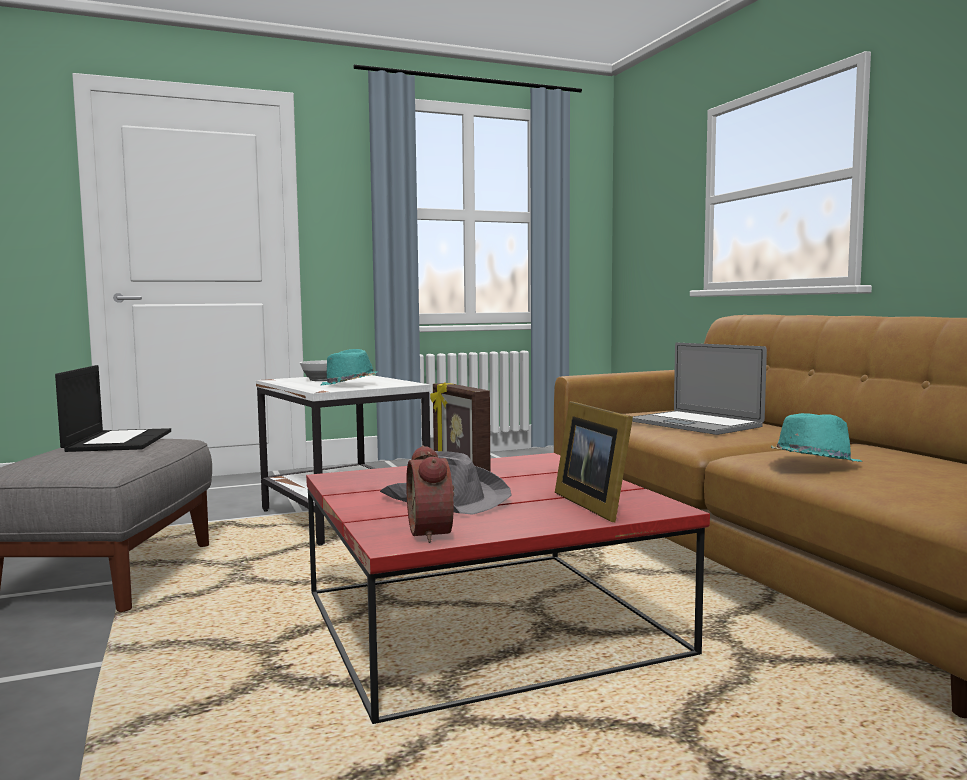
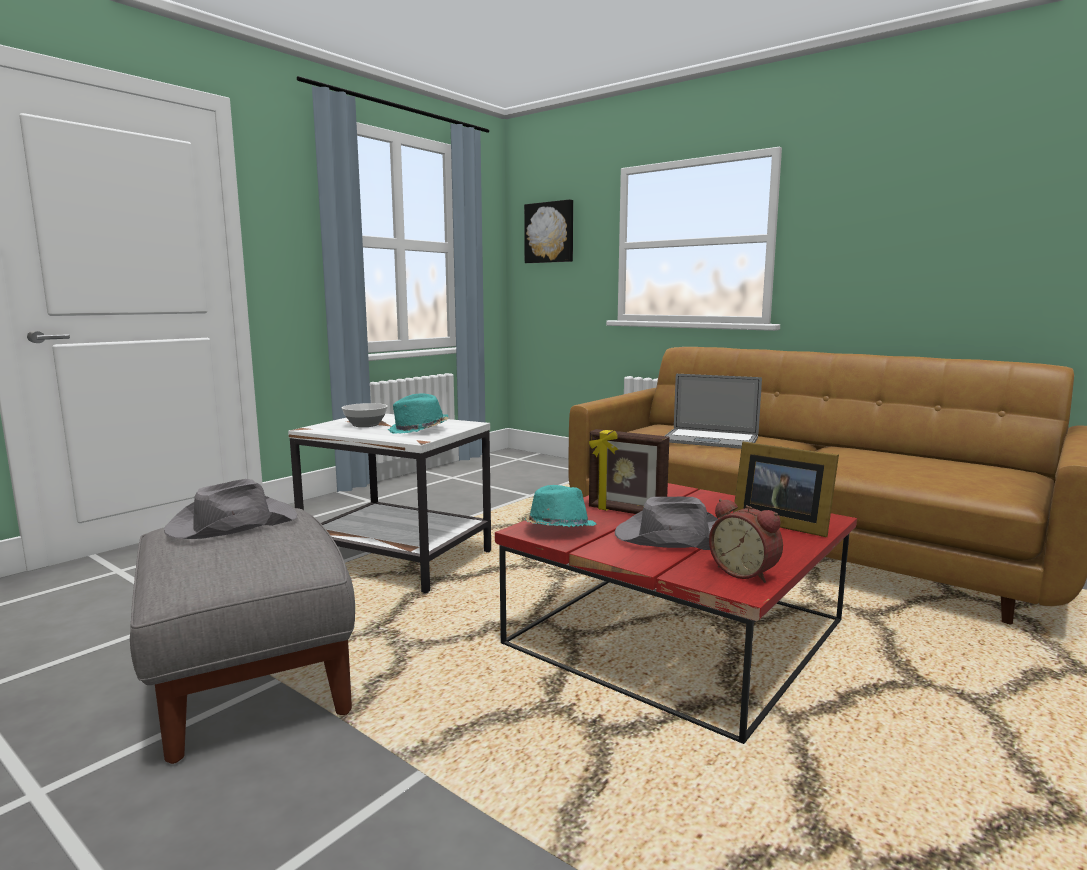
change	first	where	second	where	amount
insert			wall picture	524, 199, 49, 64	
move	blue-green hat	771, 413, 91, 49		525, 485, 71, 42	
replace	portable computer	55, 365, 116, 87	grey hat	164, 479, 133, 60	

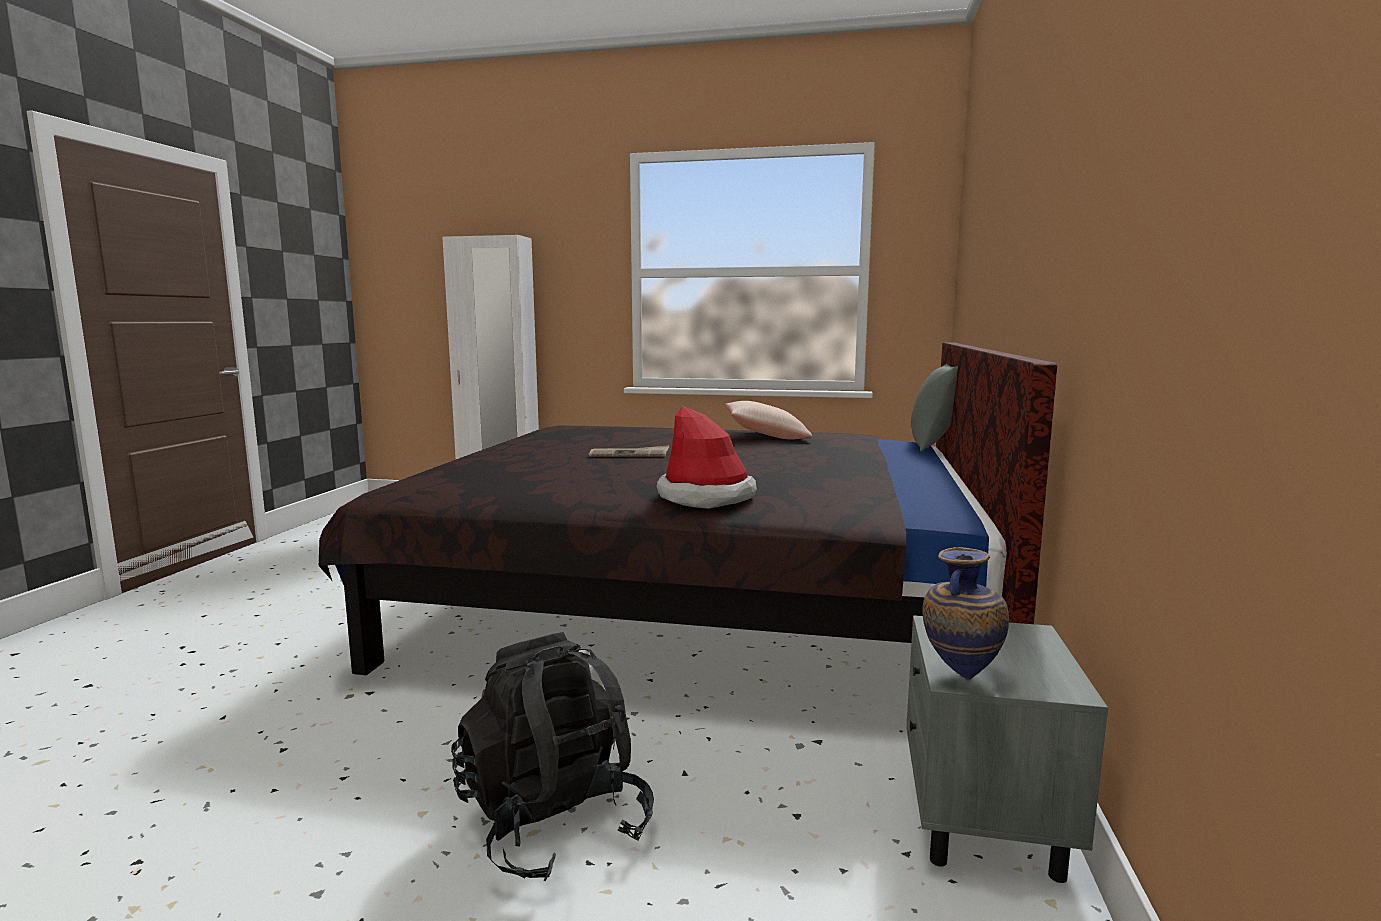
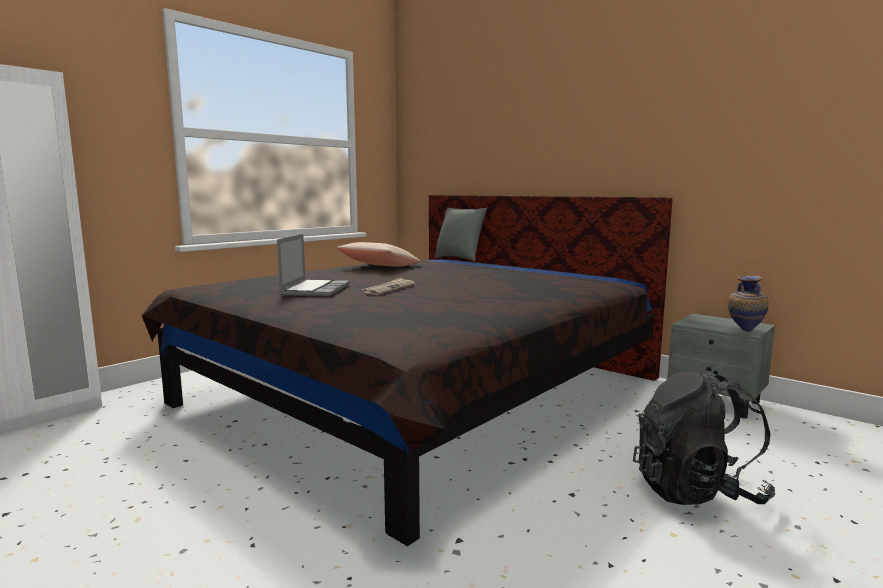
change	first	where	second	where	amount
delete	hat	656, 406, 101, 103			
insert			portable computer	277, 234, 73, 63	

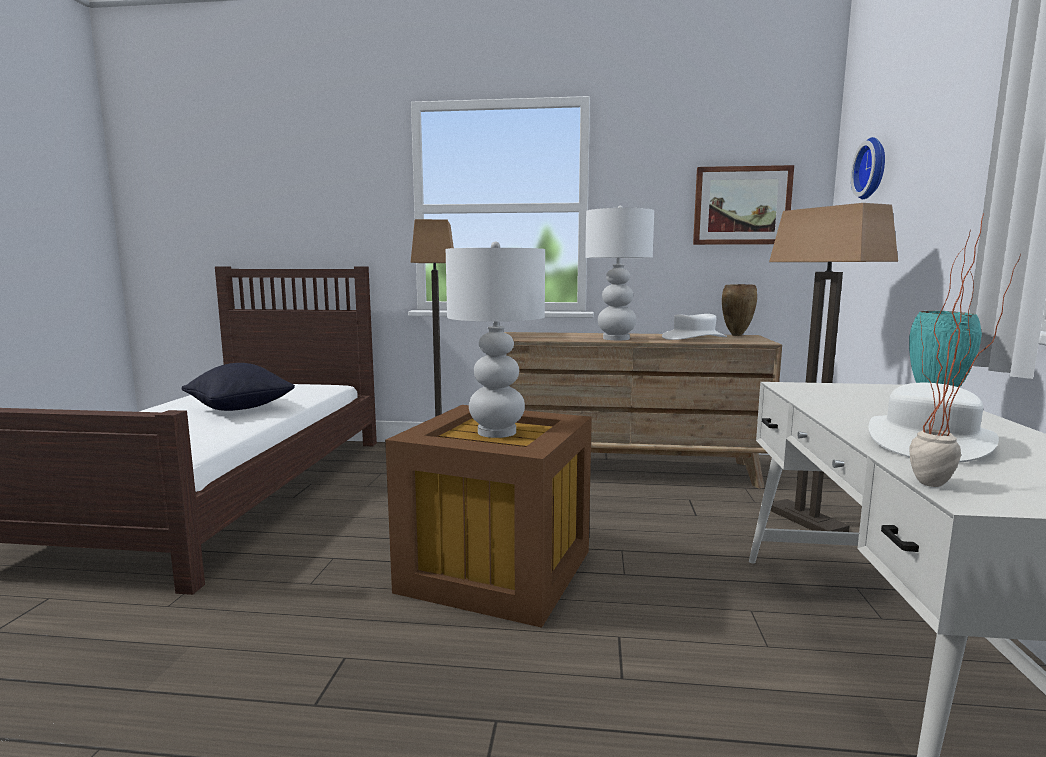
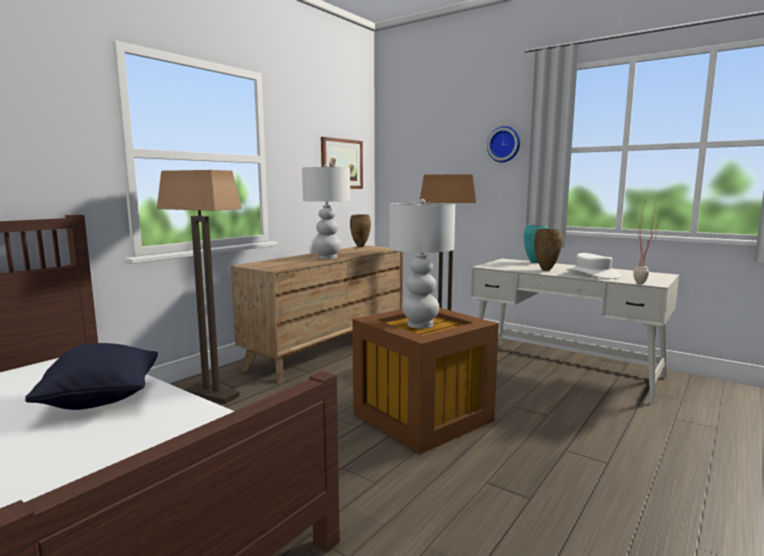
change	first	where	second	where	amount
delete	whitish hat	662, 314, 65, 26			
insert			brown-coloured vase	534, 228, 29, 43	
move	hanging clock	851, 137, 34, 62		487, 126, 33, 36	

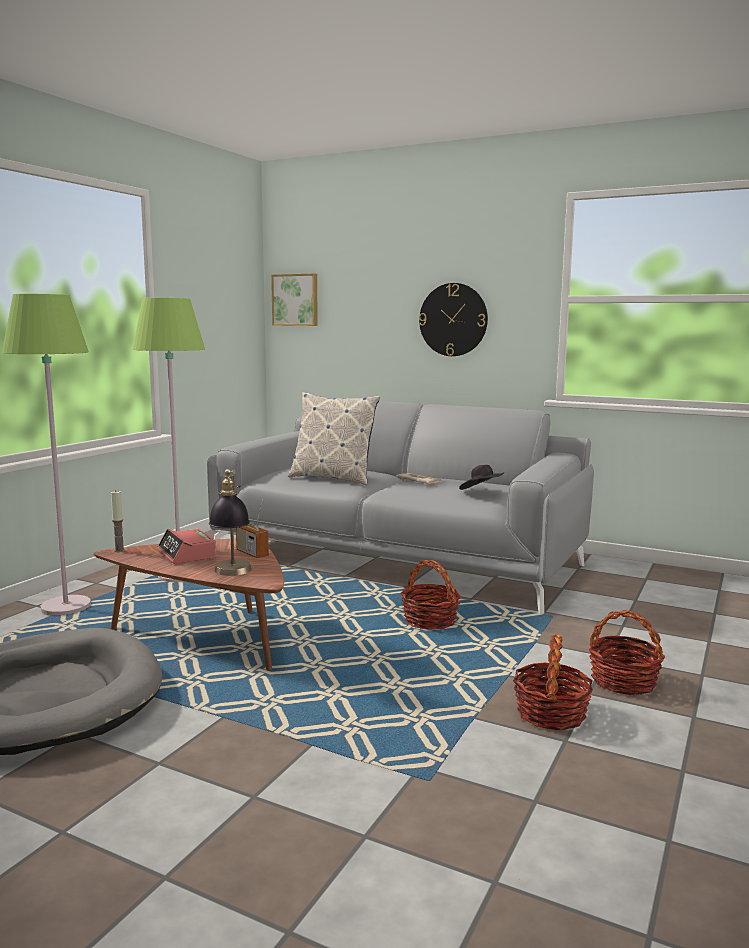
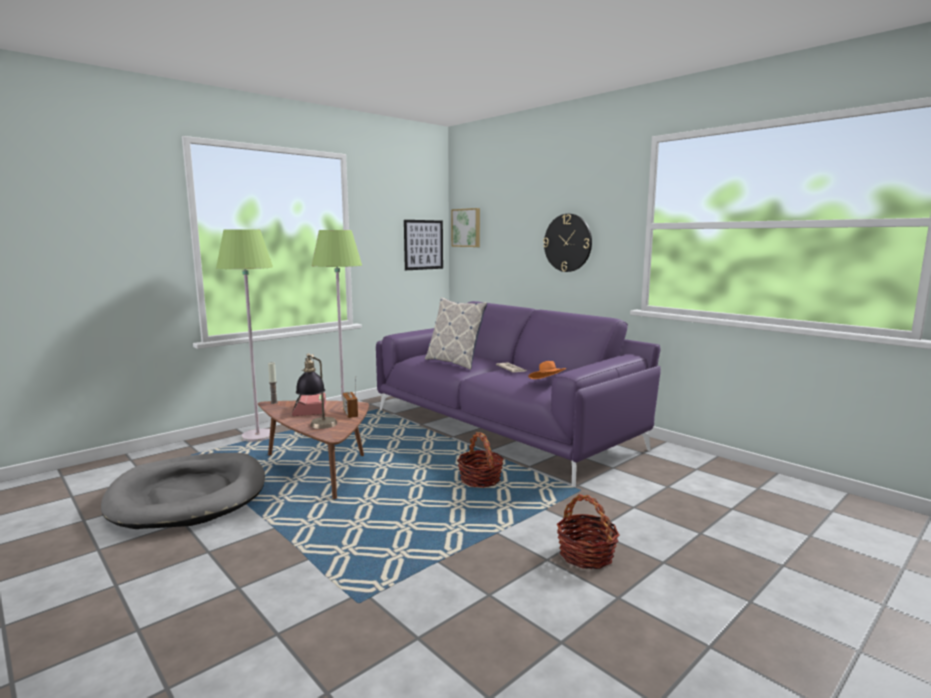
change	first	where	second	where	amount
delete	household basket	513, 634, 80, 96			
insert			wall picture	404, 220, 39, 50	
recolor	grey sofa	207, 398, 387, 216	purplish sofa	376, 301, 285, 186	
recolor	blackish hat	459, 465, 45, 25	orange-coloured hat	528, 361, 38, 18	

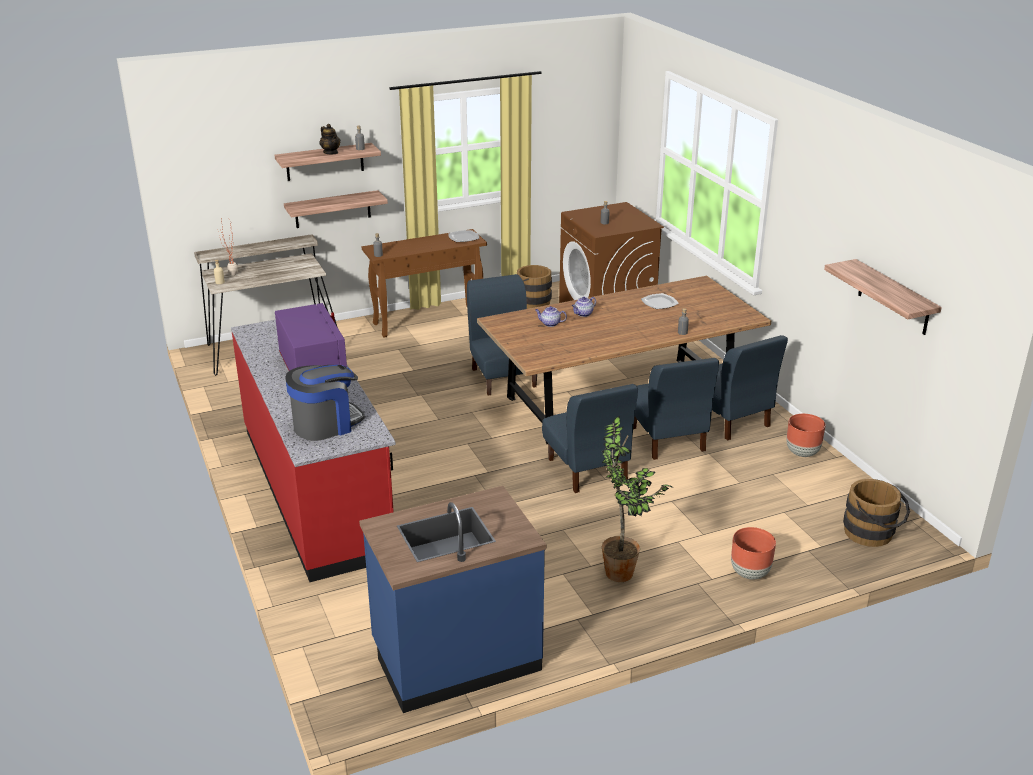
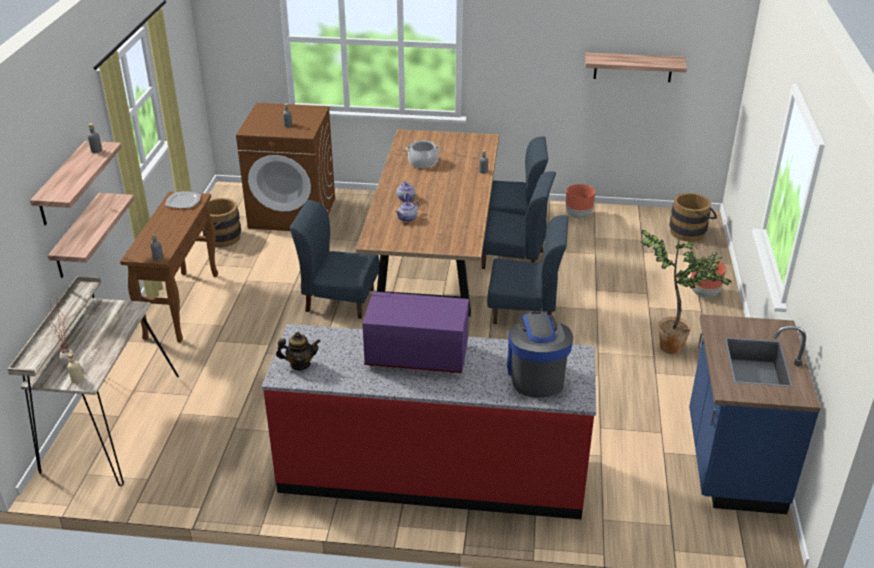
change	first	where	second	where	amount
move	teapot	319, 124, 22, 30		276, 332, 45, 38	
replace	flat dish	641, 293, 38, 16	cooking pot	406, 140, 34, 28	

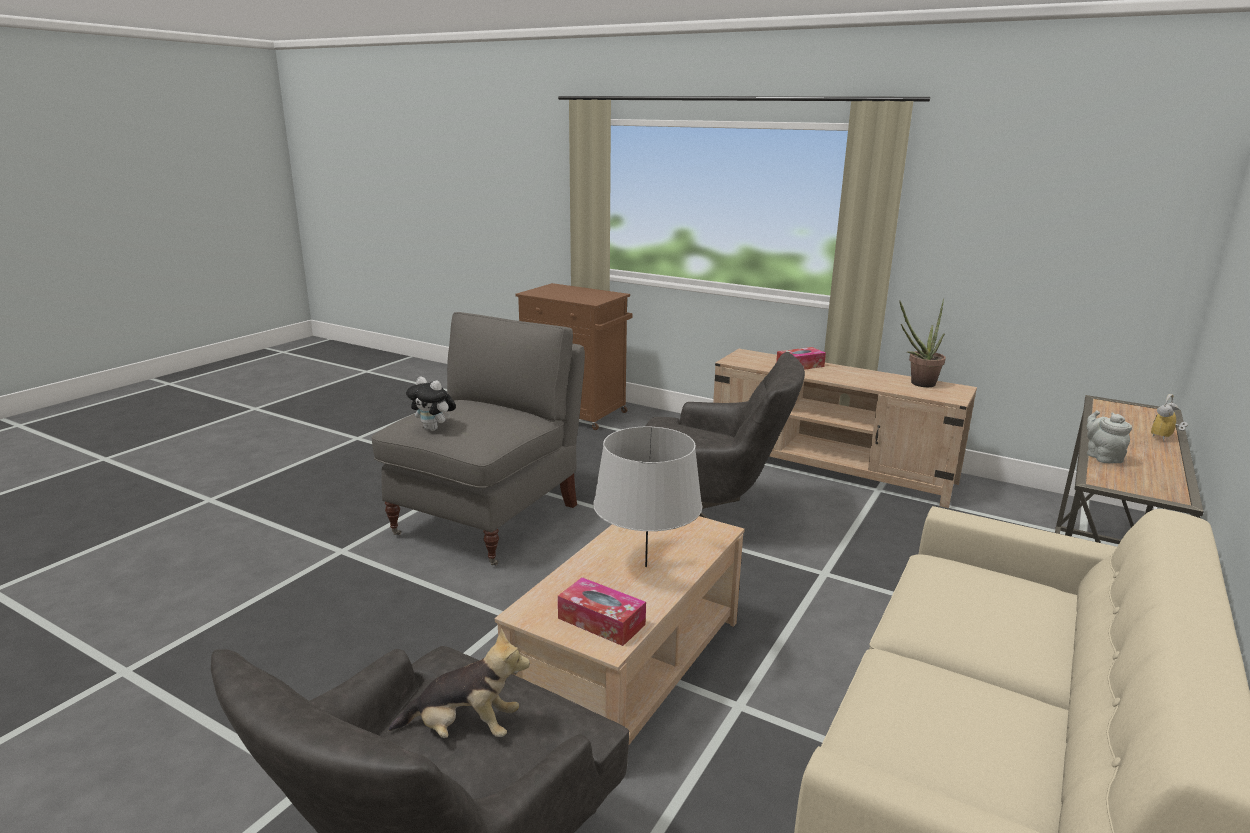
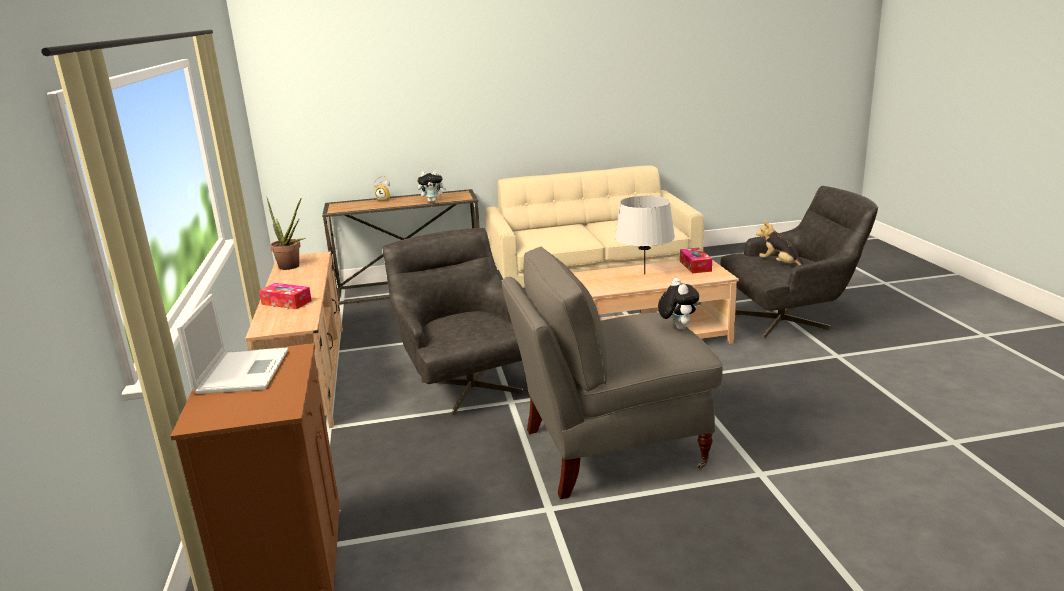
change	first	where	second	where	amount
insert			portable computer	177, 294, 111, 100	
replace	grey teapot	1087, 410, 45, 53	plush toy	417, 170, 30, 32	

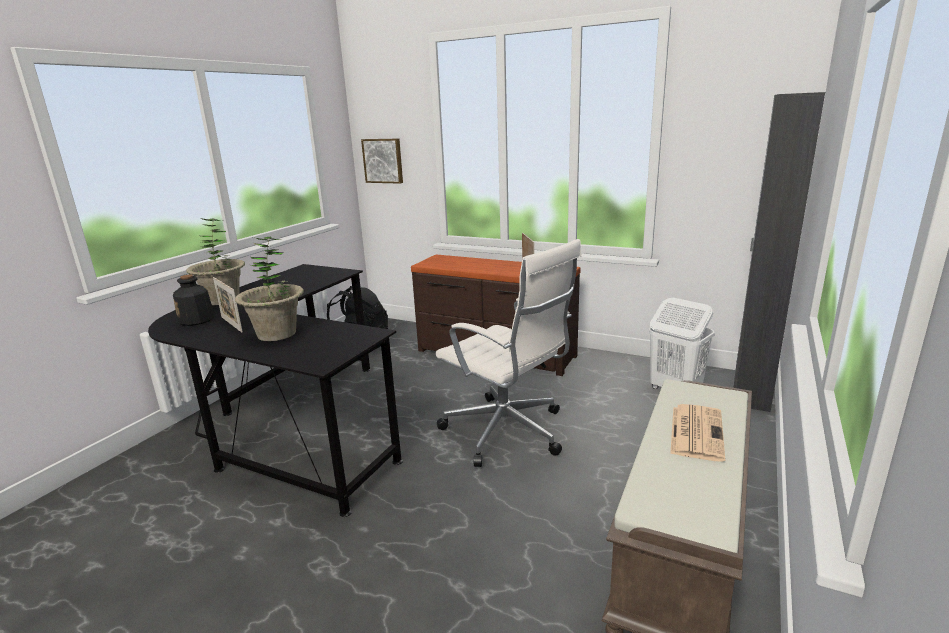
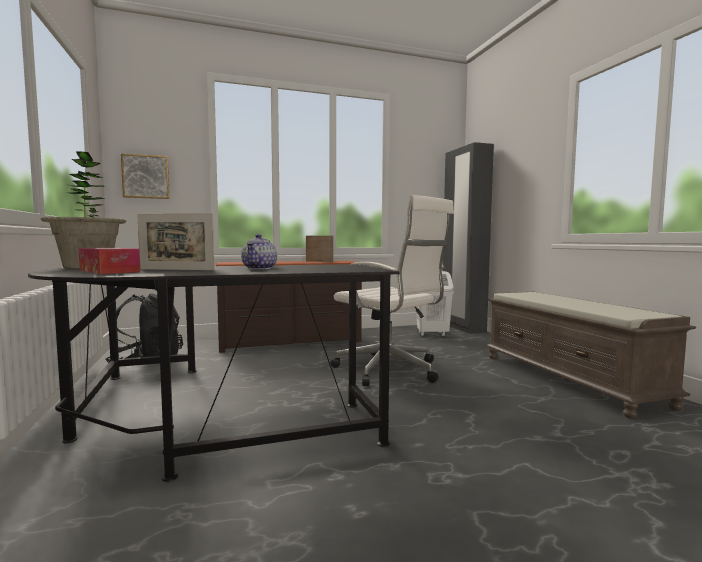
change	first	where	second	where	amount
delete	newspaper	670, 404, 55, 58			
replace	drink bottle	173, 275, 42, 51	tissue box	78, 248, 62, 26	
replace	potted plant	235, 237, 69, 104	teapot	241, 234, 36, 35	
rotate	whitish computer chair	436, 239, 146, 228		330, 195, 124, 191	45 degrees clockwise

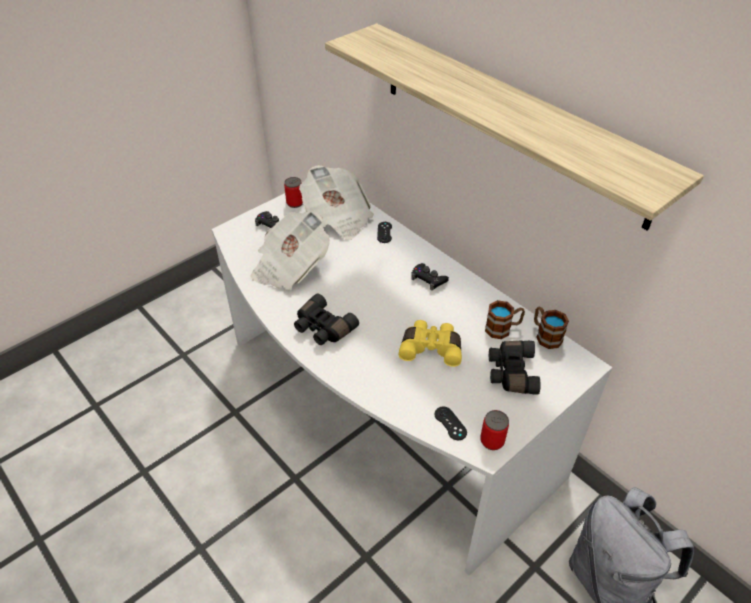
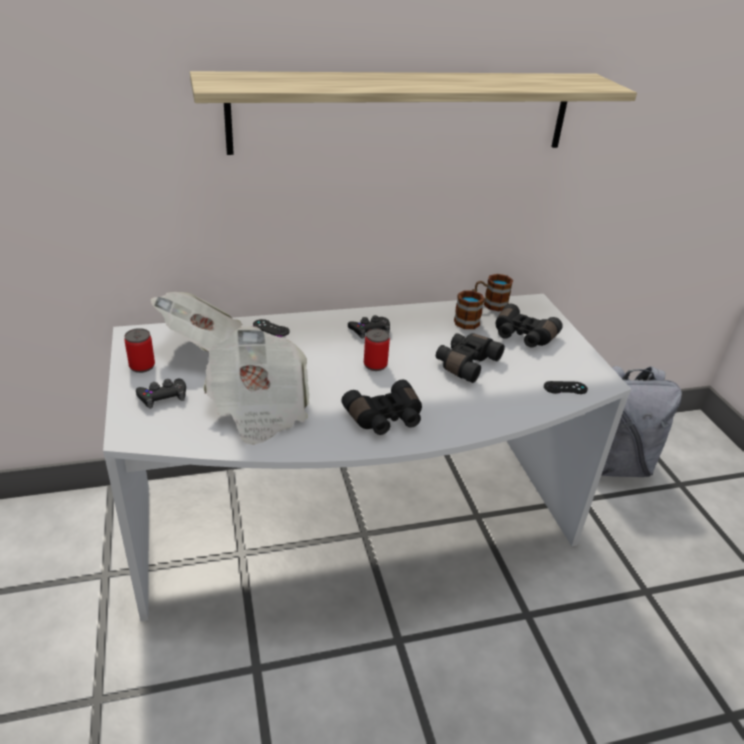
change	first	where	second	where	amount
move	sealed can	480, 410, 29, 40		364, 328, 26, 43	
recolor	yellow pair of binoculars	398, 320, 64, 47	blackish pair of binoculars	436, 333, 69, 50	

